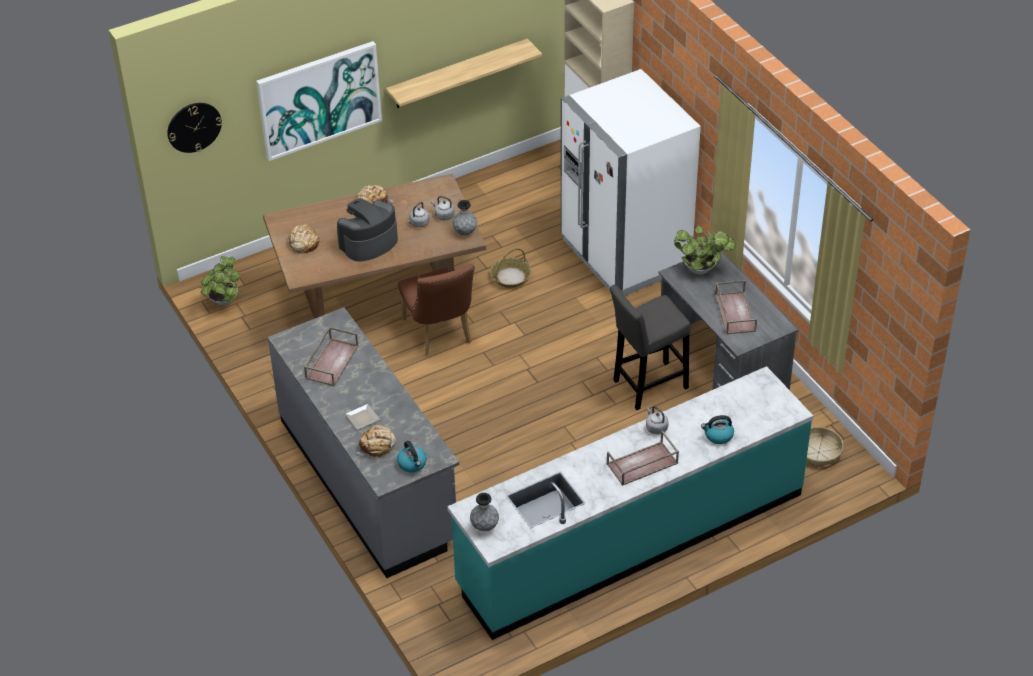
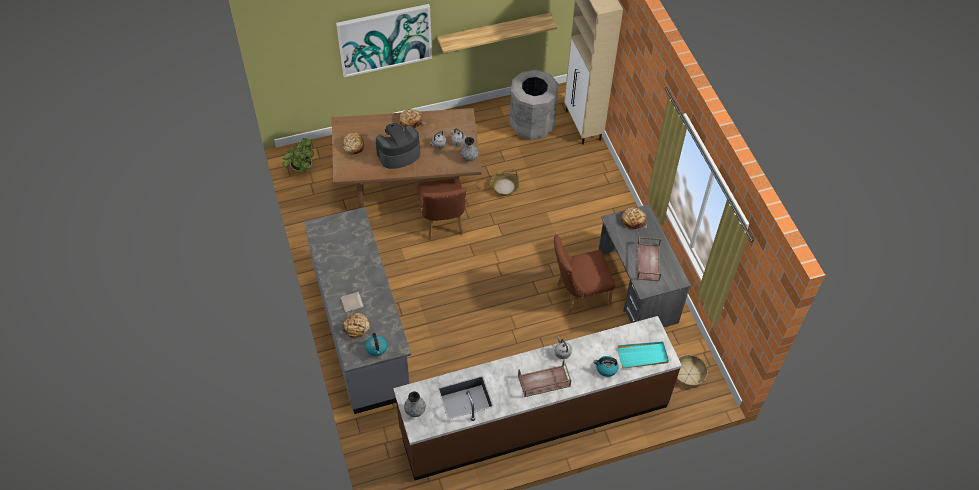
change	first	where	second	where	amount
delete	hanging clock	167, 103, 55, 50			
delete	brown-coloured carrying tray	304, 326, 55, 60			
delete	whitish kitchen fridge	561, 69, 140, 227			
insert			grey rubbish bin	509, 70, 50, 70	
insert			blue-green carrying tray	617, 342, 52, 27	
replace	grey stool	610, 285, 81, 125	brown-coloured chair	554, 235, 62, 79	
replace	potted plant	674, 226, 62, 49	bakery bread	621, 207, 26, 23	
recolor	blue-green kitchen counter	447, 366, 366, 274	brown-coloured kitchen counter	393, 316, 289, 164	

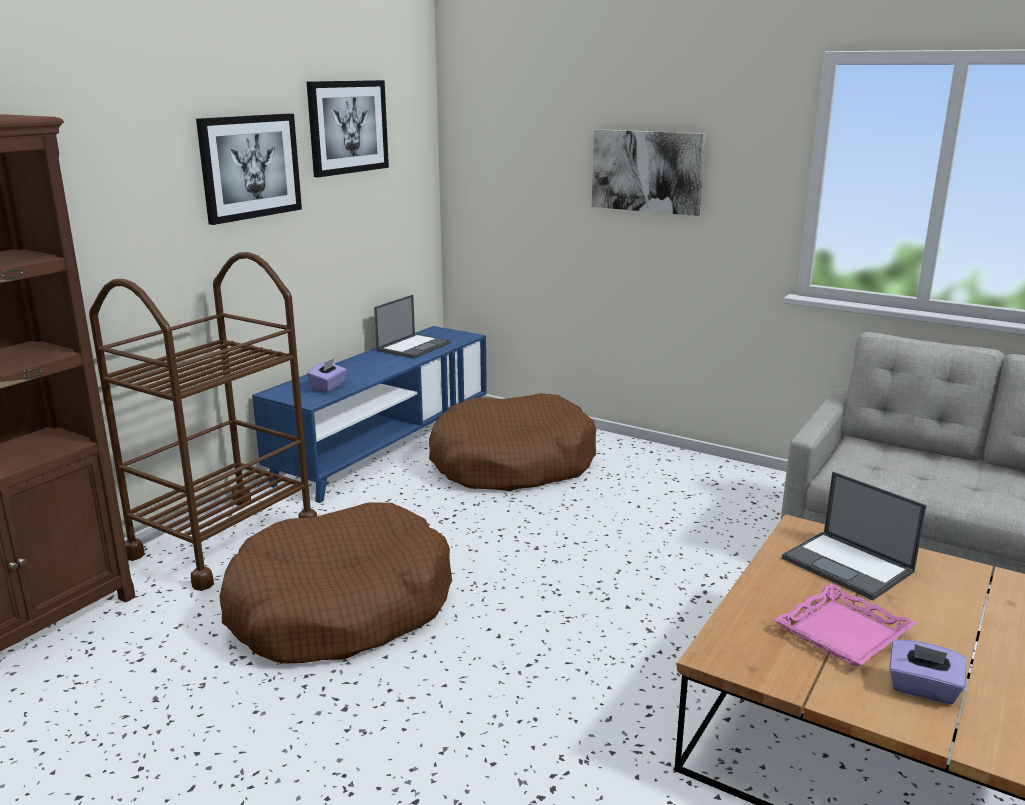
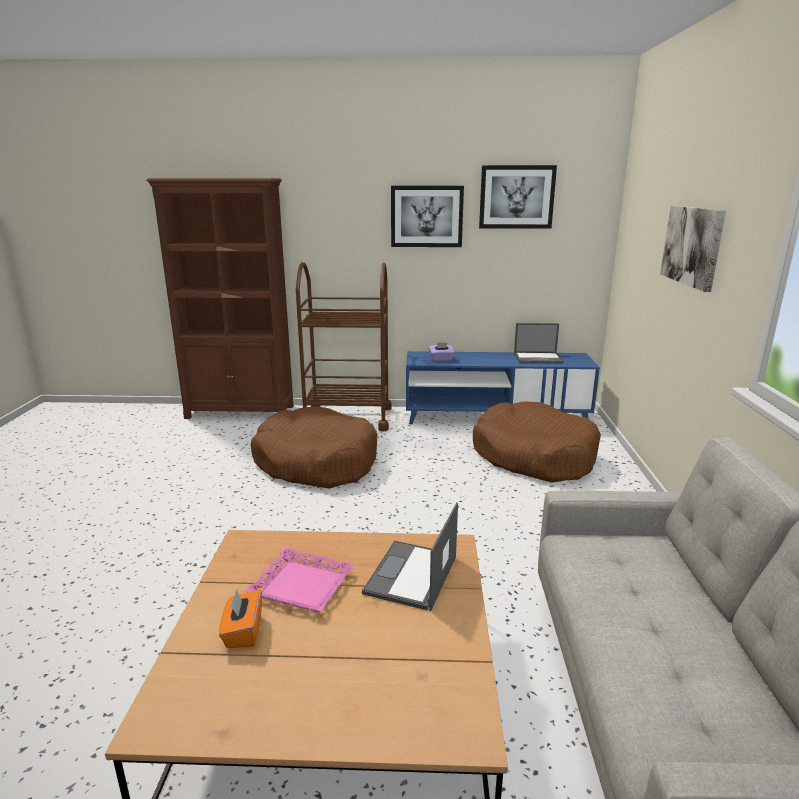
change	first	where	second	where	amount
recolor	purplish tissue box	889, 640, 78, 65	orange-coloured tissue box	219, 589, 43, 59	

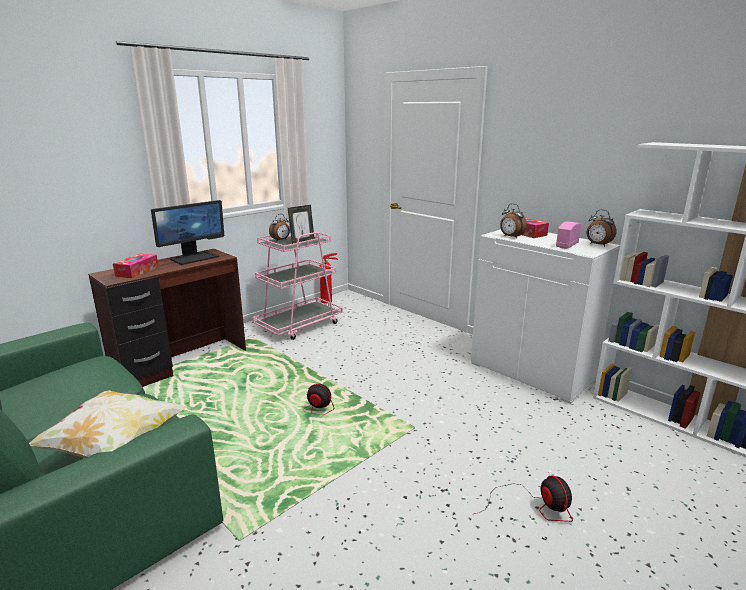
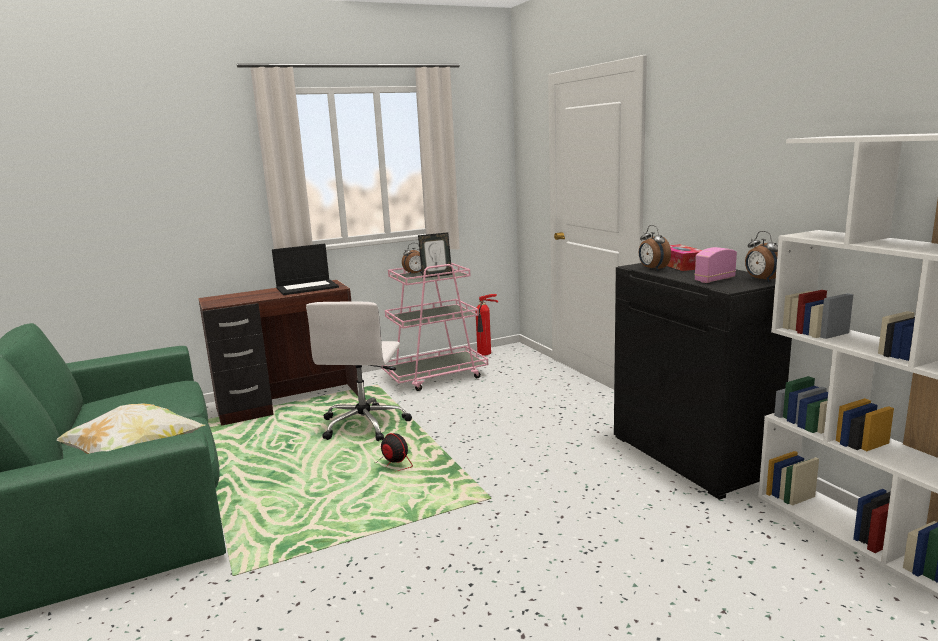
change	first	where	second	where	amount
delete	tissue box	113, 253, 45, 25			
delete	electric fan	474, 475, 99, 47			
insert			whitish computer chair	306, 302, 106, 139	
replace	computer display	151, 200, 73, 65	portable computer	272, 244, 67, 51	
recolor	whitish storage cabinet	471, 229, 149, 175	blackish storage cabinet	614, 263, 178, 237	

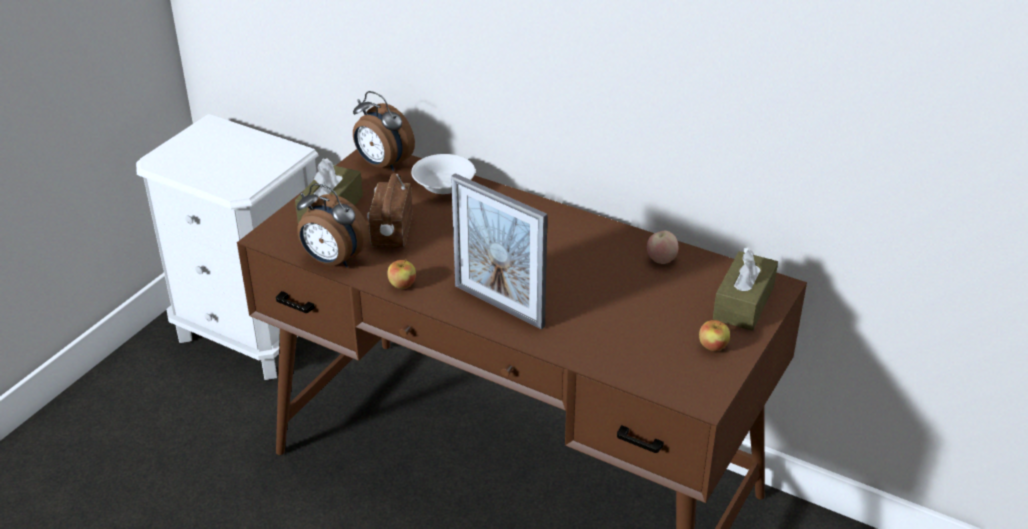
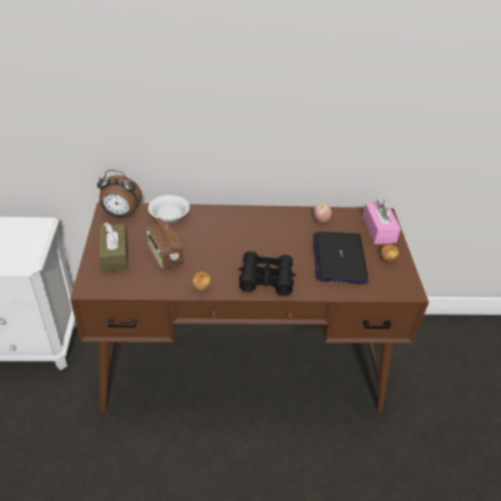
change	first	where	second	where	amount
delete	alarm clock	297, 183, 72, 85			
insert			portable computer	313, 232, 56, 52	
replace	picture frame	451, 173, 96, 157	blackish pair of binoculars	238, 251, 58, 45	
recolor	brown-coloured tissue box	713, 247, 65, 84	pink tissue box	362, 199, 39, 45	

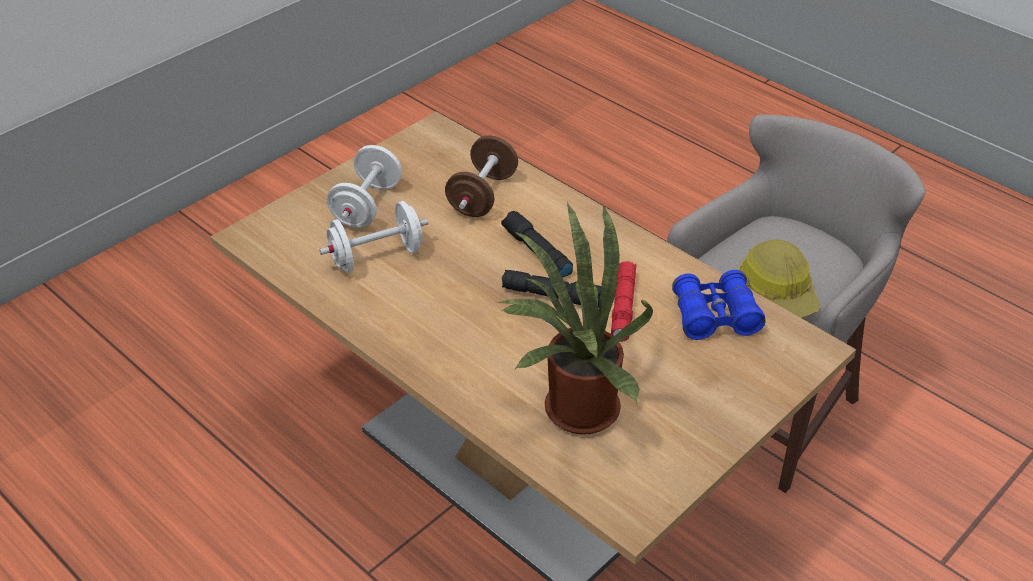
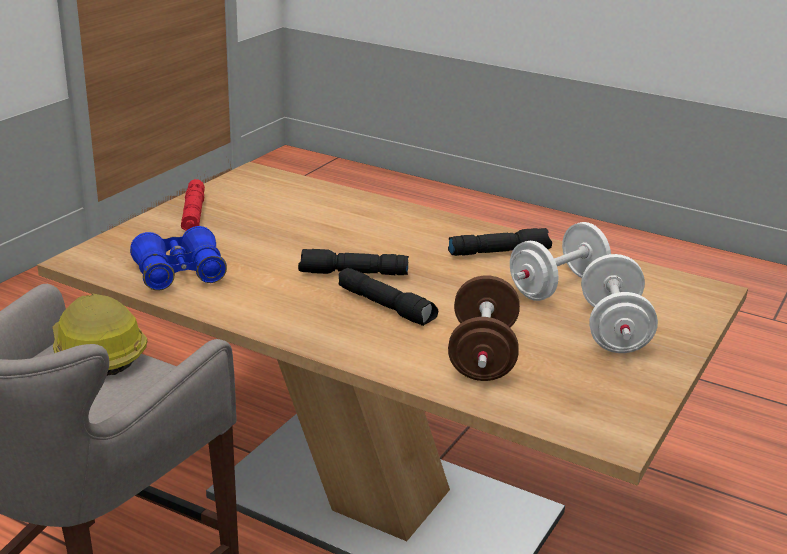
change	first	where	second	where	amount
delete	potted plant	497, 202, 156, 233			
insert			blackish hand torch	448, 228, 104, 28	
move	reddish hand torch	611, 261, 25, 81		181, 179, 24, 52	

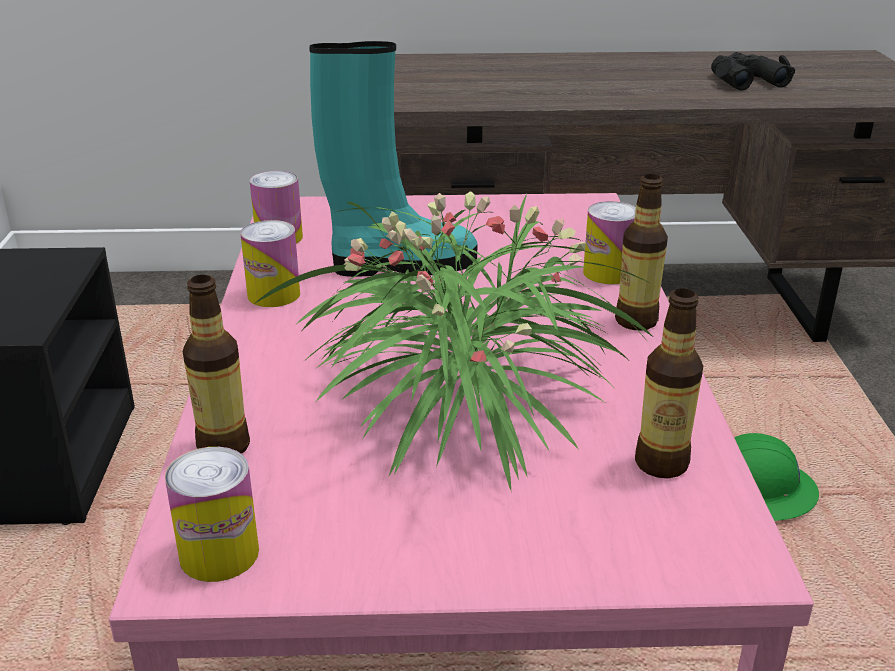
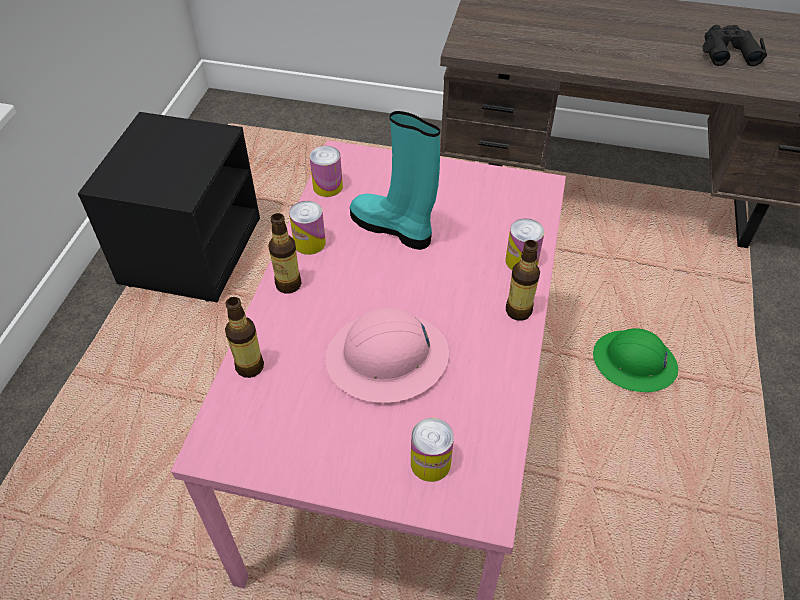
change	first	where	second	where	amount
move	sealed can	165, 447, 94, 135		411, 418, 43, 64	
move	drink bottle	635, 288, 68, 190		268, 213, 33, 81	
replace	potted plant	254, 191, 399, 299	pink work helmet	325, 307, 124, 96	
rotate	blue-green high-top boot	310, 41, 167, 236		350, 111, 90, 139	150 degrees counterclockwise

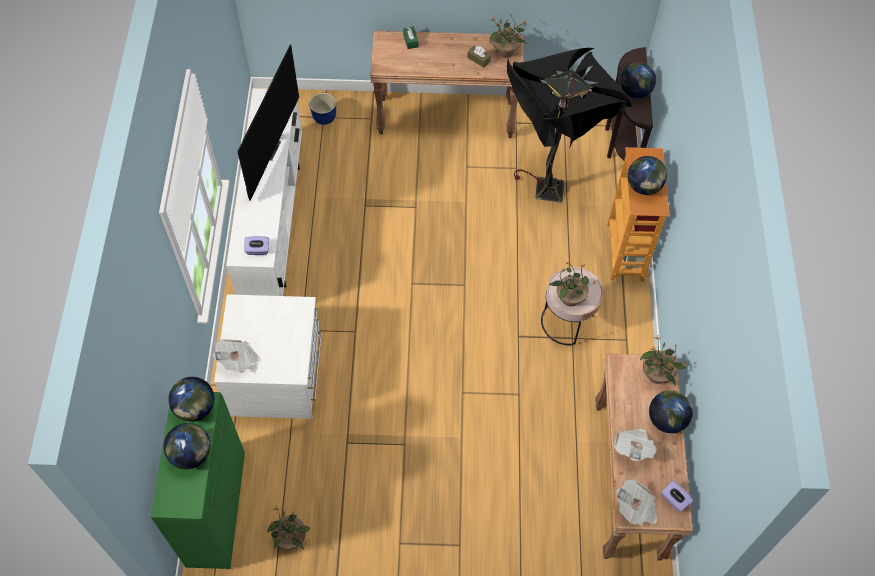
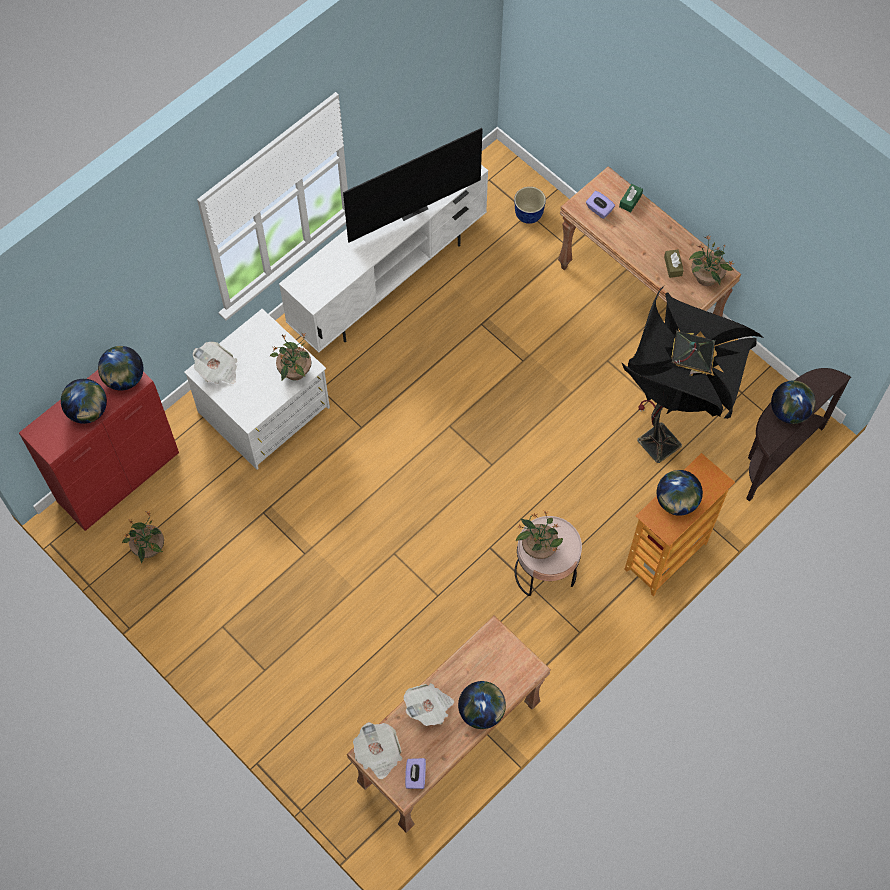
change	first	where	second	where	amount
move	purplish tissue box	244, 236, 25, 19		586, 191, 29, 28	
move	potted plant	640, 336, 48, 49		270, 332, 42, 48	
recolor	green-coloured storage cabinet	151, 392, 94, 177	reddish storage cabinet	19, 370, 160, 161	

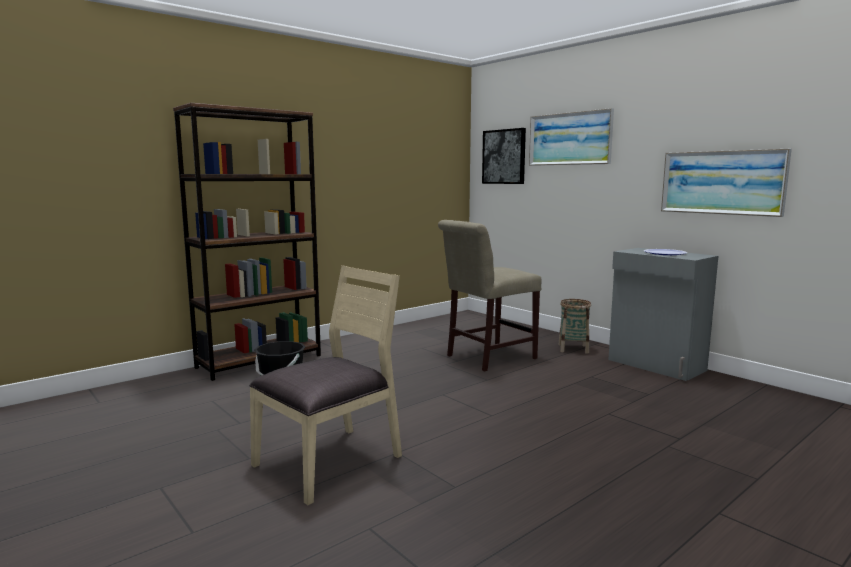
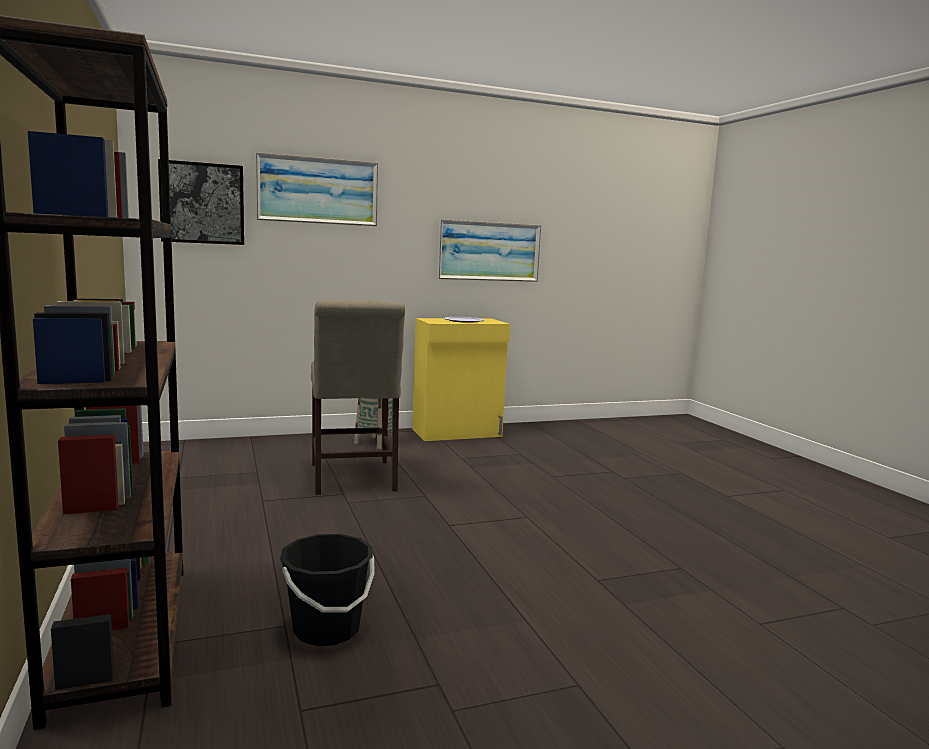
change	first	where	second	where	amount
delete	sand-coloured chair	249, 265, 153, 240			
recolor	grey storage cabinet	608, 248, 110, 133	yellow storage cabinet	412, 318, 98, 123	

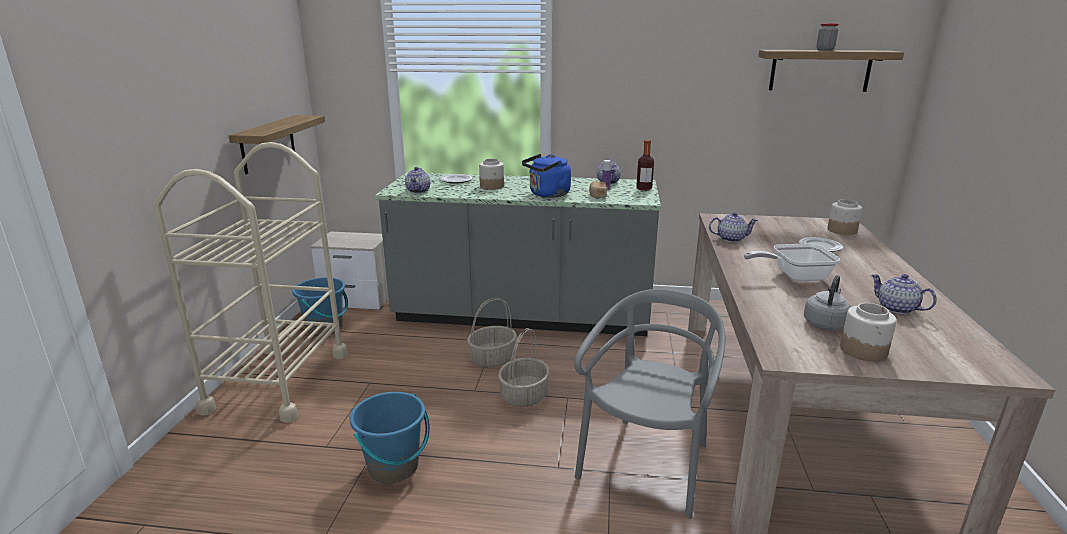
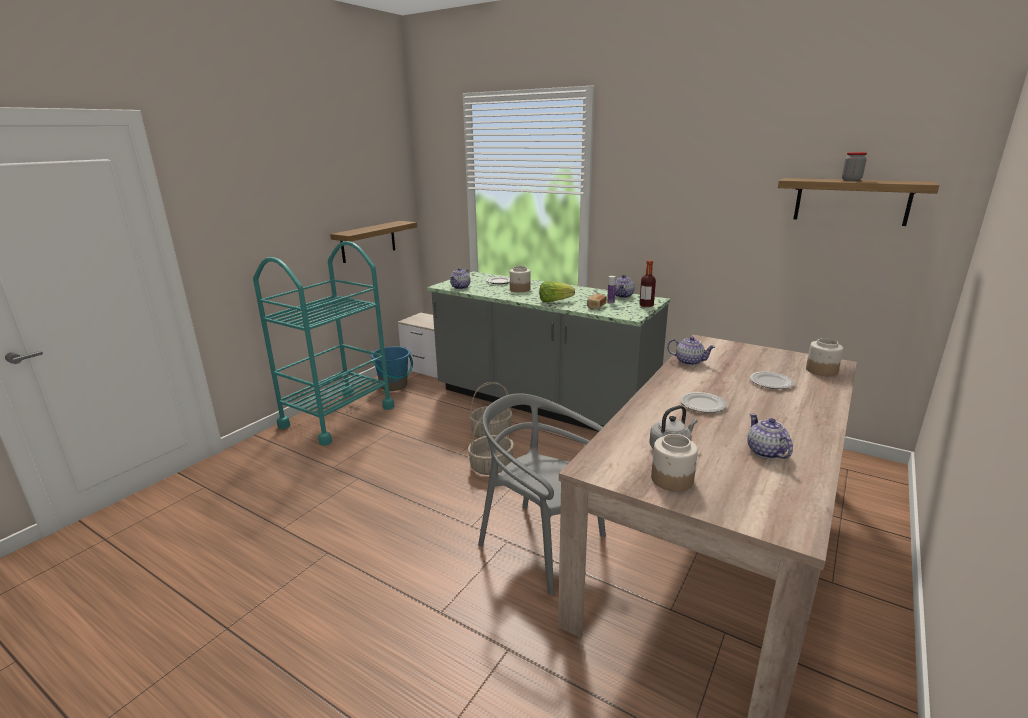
change	first	where	second	where	amount
delete	bluish bucket	350, 392, 80, 92			
replace	bluish tea kettle	522, 154, 49, 44	lettuce	539, 281, 36, 22	
replace	frying pan	744, 244, 96, 37	flat dish	680, 392, 47, 21	
recolor	sand-coloured wheeled cart	153, 142, 195, 281	blue-green wheeled cart	253, 241, 142, 205	
rotate	grey chair	574, 289, 151, 230		478, 393, 128, 202	105 degrees counterclockwise

